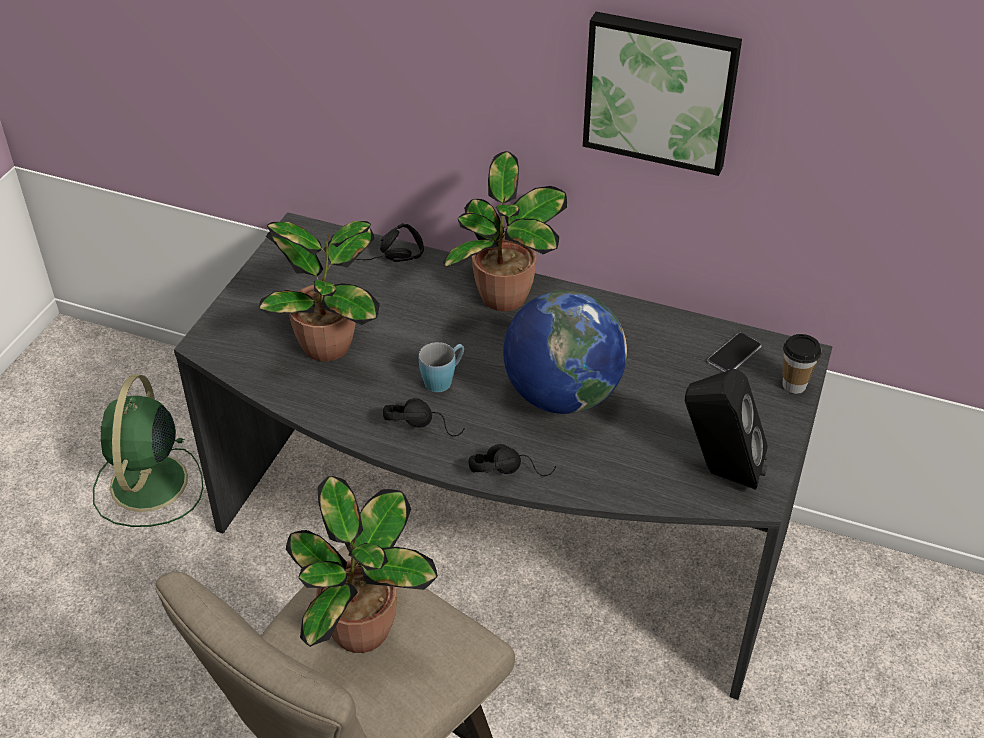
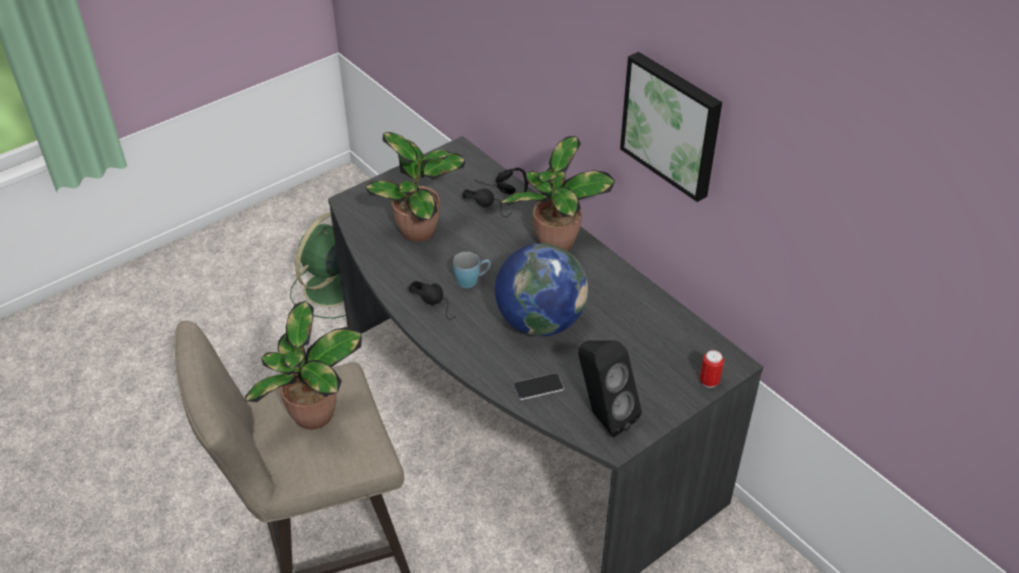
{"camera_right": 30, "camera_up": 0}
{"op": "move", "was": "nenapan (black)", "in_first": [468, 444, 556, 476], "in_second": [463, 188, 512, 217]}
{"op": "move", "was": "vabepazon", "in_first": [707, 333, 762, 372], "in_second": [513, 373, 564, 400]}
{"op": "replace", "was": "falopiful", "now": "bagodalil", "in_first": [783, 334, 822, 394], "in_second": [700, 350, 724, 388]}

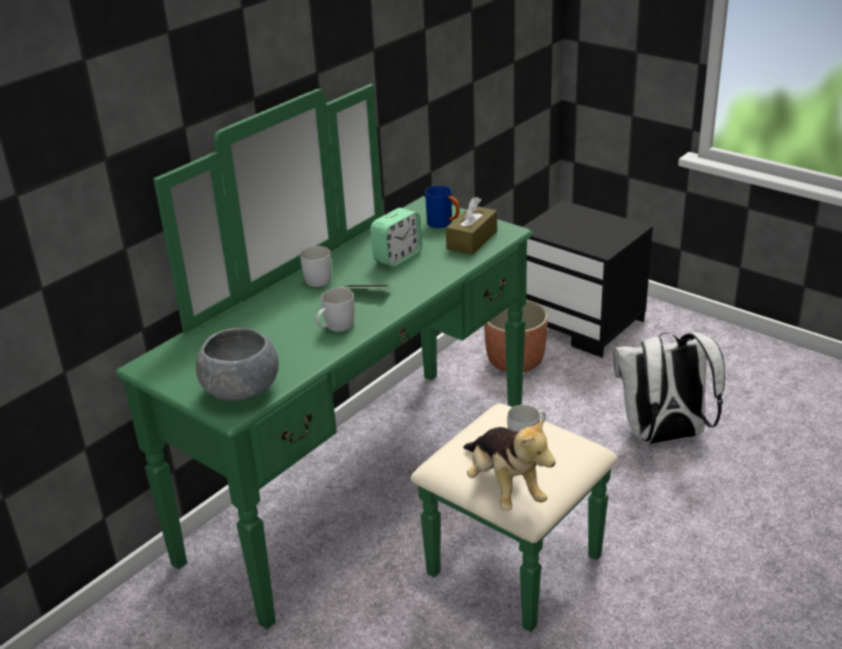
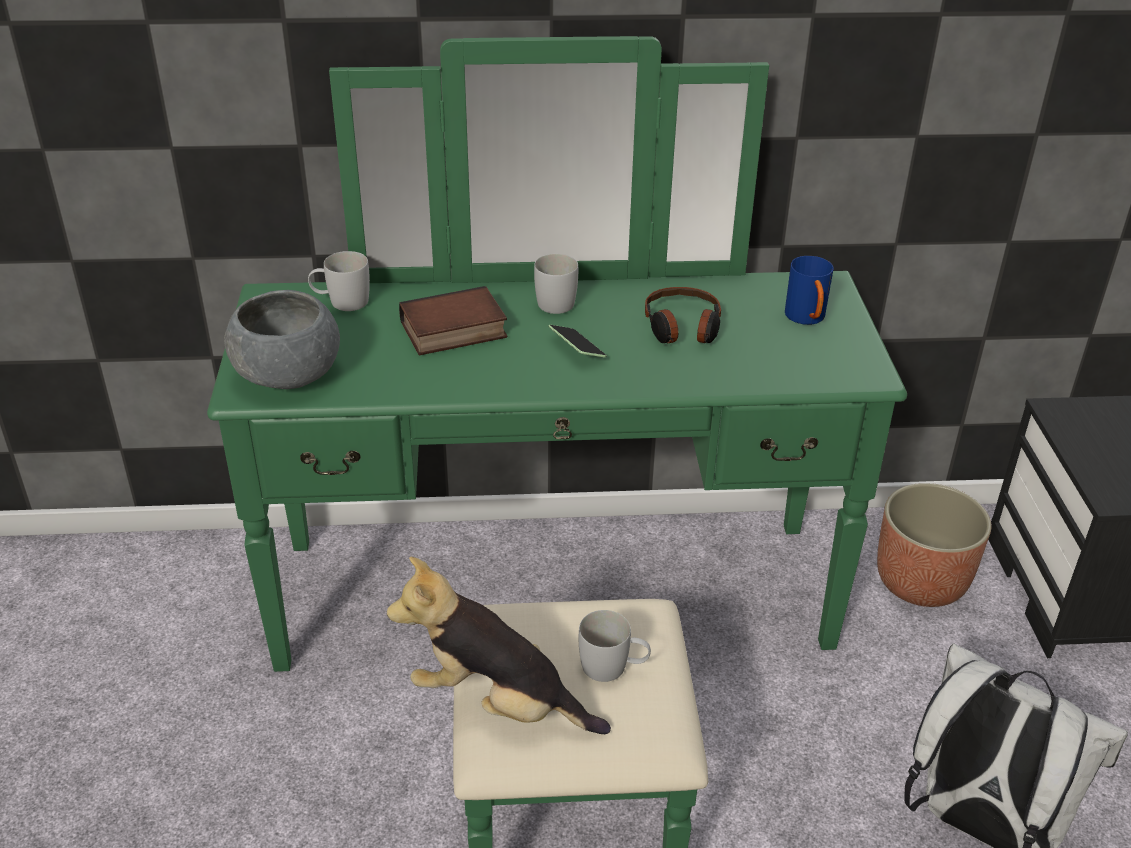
{"camera_right": 45, "camera_up": 5}
{"op": "move", "was": "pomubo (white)", "in_first": [316, 288, 355, 332], "in_second": [308, 251, 370, 311]}
{"op": "rotate", "was": "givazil", "in_first": [463, 416, 556, 511], "in_second": [387, 557, 611, 734], "clockwise": 90}
{"op": "insert", "now": "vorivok", "in_second": [399, 286, 507, 355]}
{"op": "replace", "was": "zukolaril", "now": "nenapan", "in_first": [370, 208, 422, 267], "in_second": [645, 287, 721, 343]}
{"op": "delete", "was": "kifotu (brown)", "in_first": [446, 197, 497, 255]}

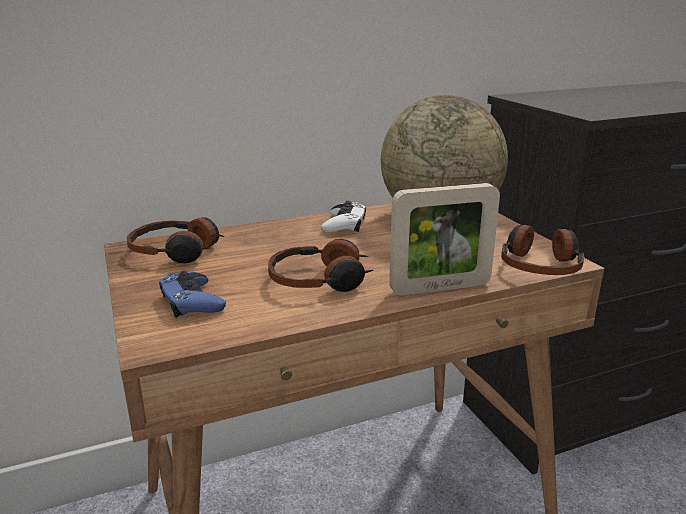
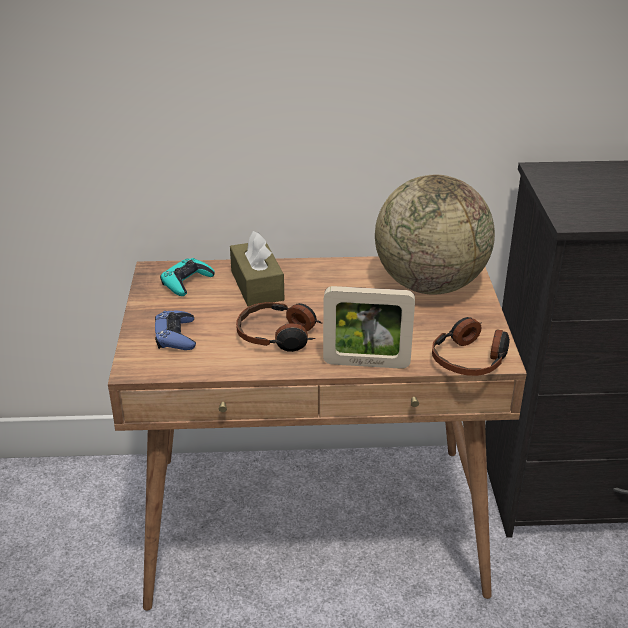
{"camera_right": 20, "camera_up": 10}
{"op": "replace", "was": "nenapan", "now": "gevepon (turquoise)", "in_first": [127, 217, 224, 263], "in_second": [160, 258, 215, 296]}
{"op": "insert", "now": "kifotu (brown)", "in_second": [230, 231, 284, 307]}
{"op": "delete", "was": "gevepon (white)", "in_first": [321, 201, 366, 232]}

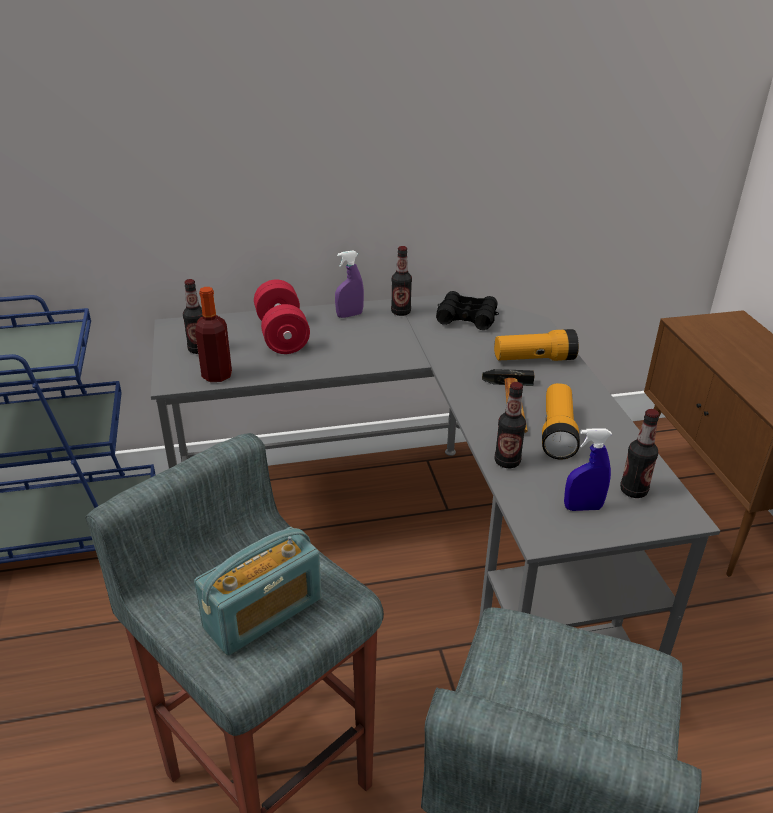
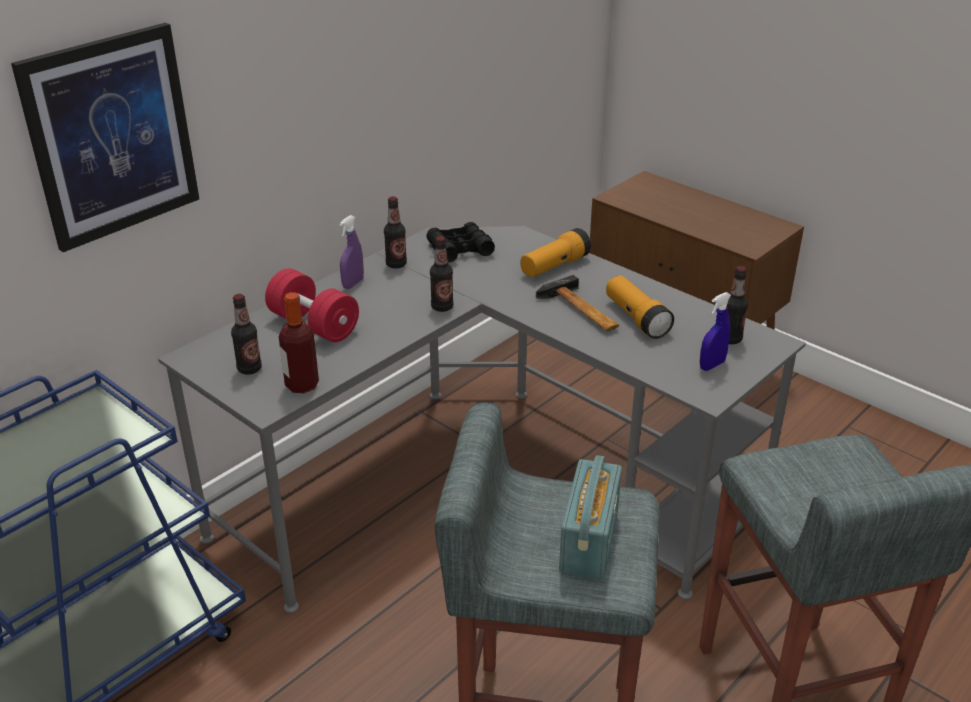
{"camera_right": -35, "camera_up": 0}
{"op": "insert", "now": "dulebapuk", "in_second": [11, 23, 199, 252]}
{"op": "move", "was": "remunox", "in_first": [494, 382, 526, 468], "in_second": [430, 236, 454, 312]}

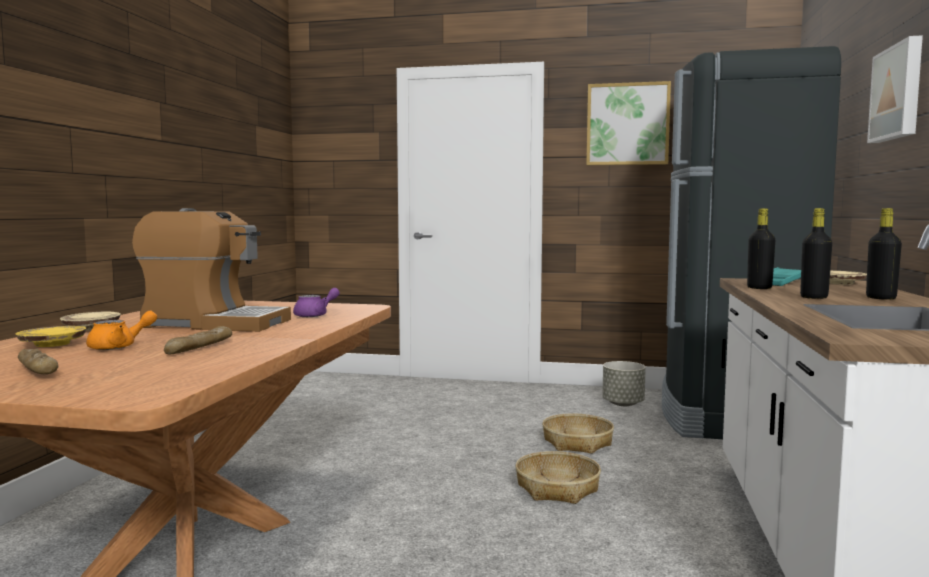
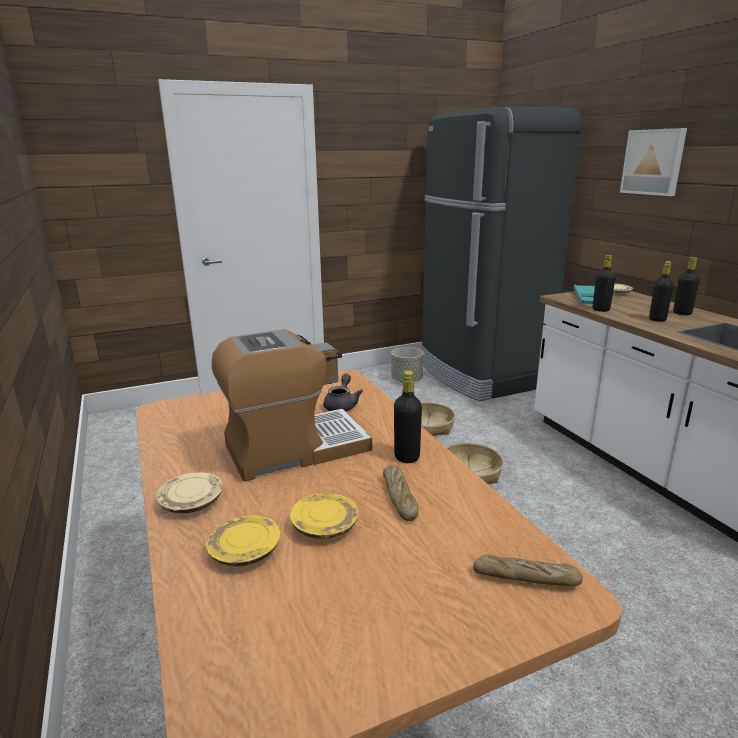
{"camera_right": -35, "camera_up": 15}
{"op": "replace", "was": "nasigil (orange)", "now": "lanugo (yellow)", "in_first": [86, 311, 157, 350], "in_second": [290, 493, 358, 539]}
{"op": "recolor", "was": "nasigil (purple)", "now": "nasigil (grey)", "in_first": [293, 288, 340, 317], "in_second": [323, 374, 363, 411]}
{"op": "insert", "now": "remunox (black)", "in_second": [394, 371, 422, 463]}
{"op": "move", "was": "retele", "in_first": [18, 348, 58, 374], "in_second": [473, 554, 583, 586]}
{"op": "delete", "was": "dulebapuk", "in_first": [586, 81, 671, 165]}

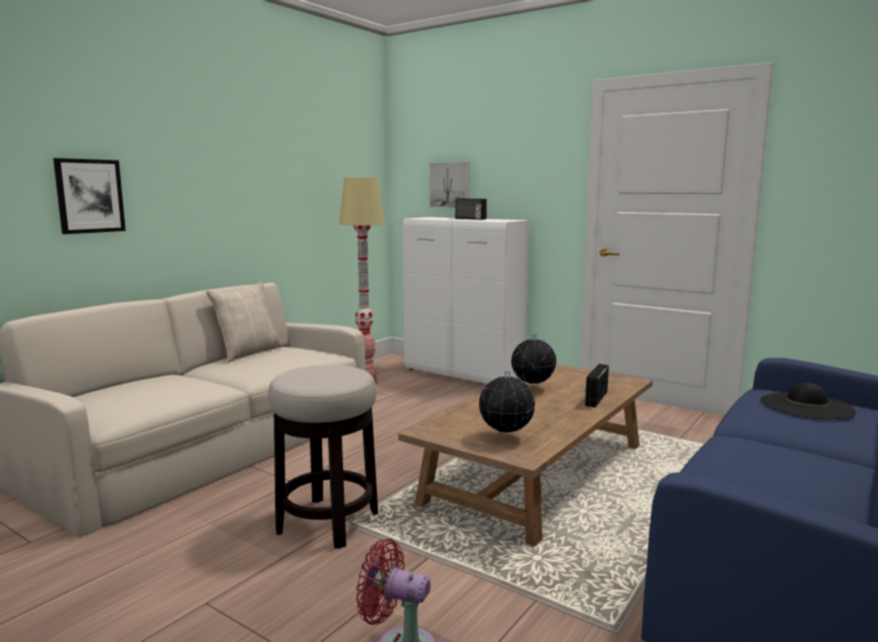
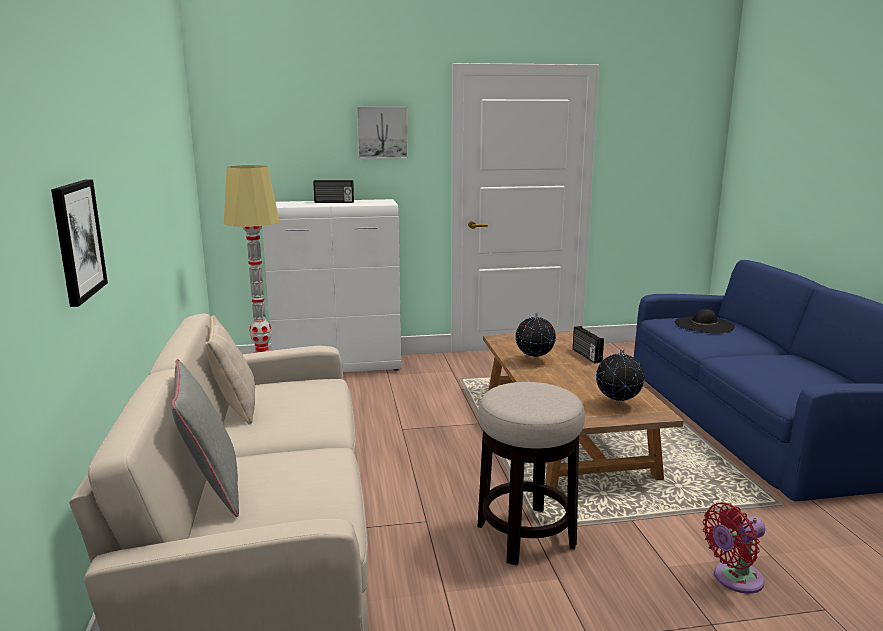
{"camera_right": -45, "camera_up": 5}
{"op": "insert", "now": "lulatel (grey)", "in_second": [172, 359, 239, 517]}
{"op": "move", "was": "dulebapuk", "in_first": [429, 162, 469, 209], "in_second": [356, 106, 408, 159]}

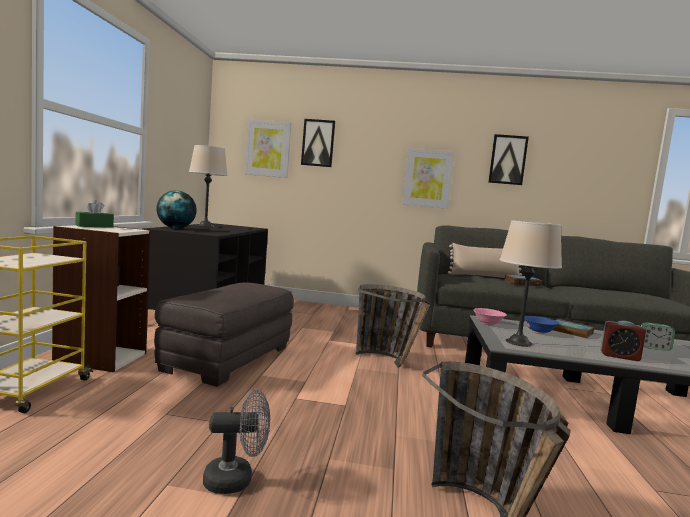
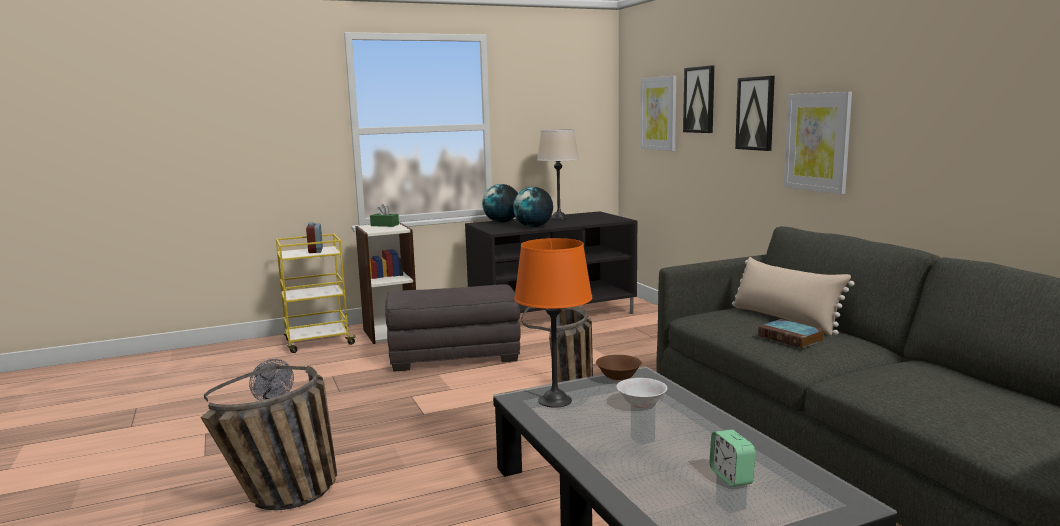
{"camera_right": 60, "camera_up": 5}
{"op": "move", "was": "zukolaril", "in_first": [601, 321, 646, 361], "in_second": [306, 222, 323, 253]}
{"op": "insert", "now": "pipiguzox", "in_second": [513, 187, 553, 227]}
{"op": "recolor", "was": "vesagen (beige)", "now": "vesagen (orange)", "in_first": [500, 220, 562, 347], "in_second": [514, 238, 592, 408]}
{"op": "recolor", "was": "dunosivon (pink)", "now": "dunosivon (brown)", "in_first": [473, 308, 507, 325], "in_second": [596, 355, 642, 382]}
{"op": "recolor", "was": "dunosivon (blue)", "now": "dunosivon (white)", "in_first": [524, 316, 559, 334], "in_second": [617, 378, 668, 408]}
{"op": "move", "was": "dulebapuk", "in_first": [488, 134, 529, 185], "in_second": [735, 76, 775, 151]}
{"op": "delete", "was": "vorivok", "in_first": [553, 319, 594, 338]}

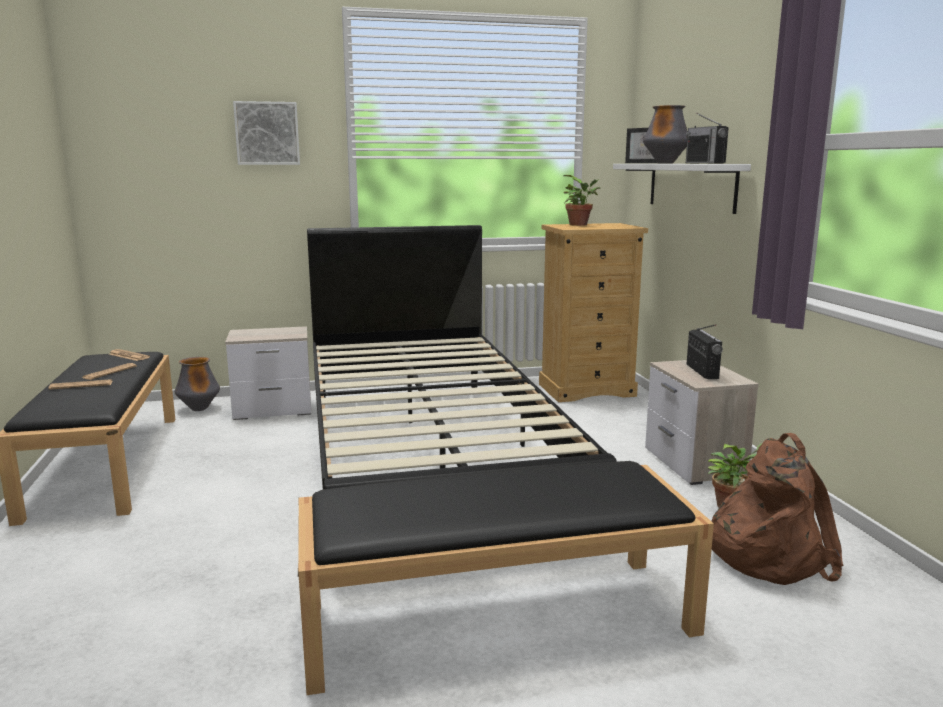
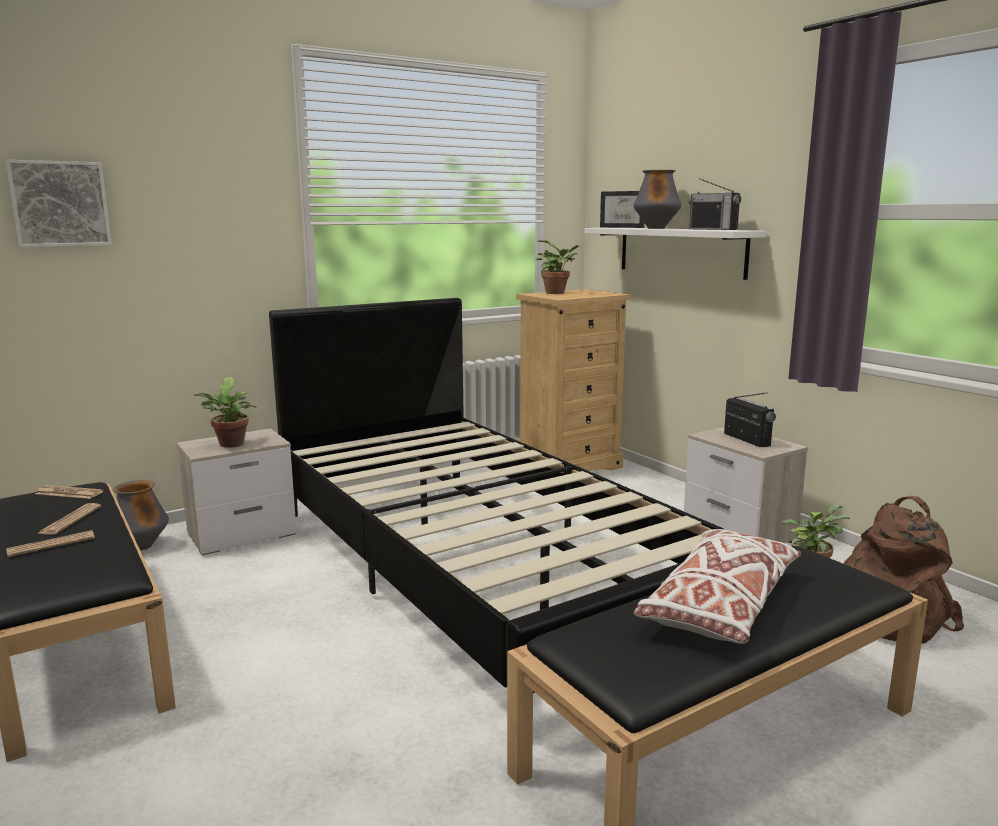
{"camera_right": -20, "camera_up": 0}
{"op": "move", "was": "dulebapuk", "in_first": [233, 101, 300, 165], "in_second": [6, 160, 112, 247]}
{"op": "insert", "now": "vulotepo", "in_second": [194, 377, 256, 448]}
{"op": "insert", "now": "lulatel (white)", "in_second": [633, 529, 801, 644]}

